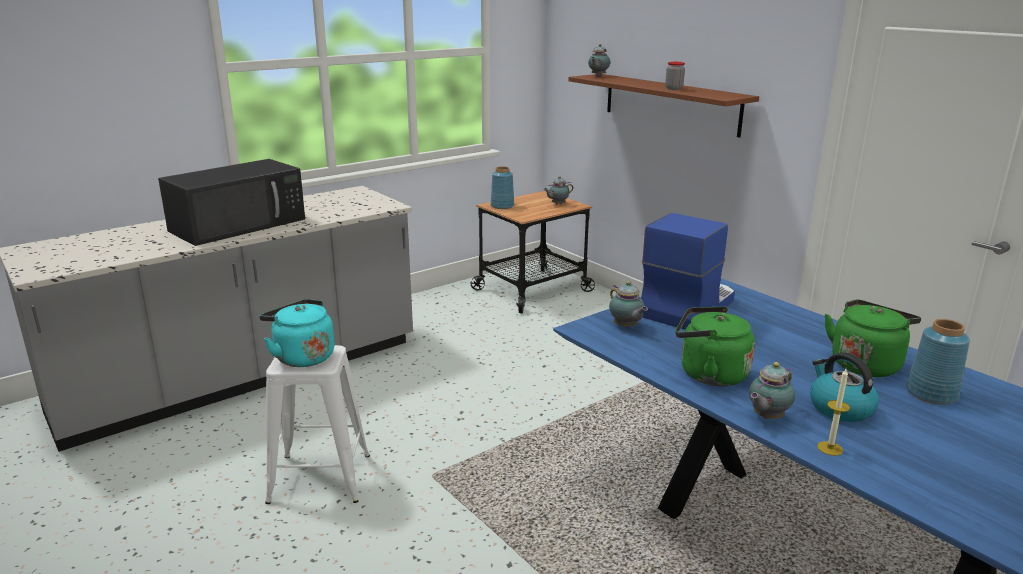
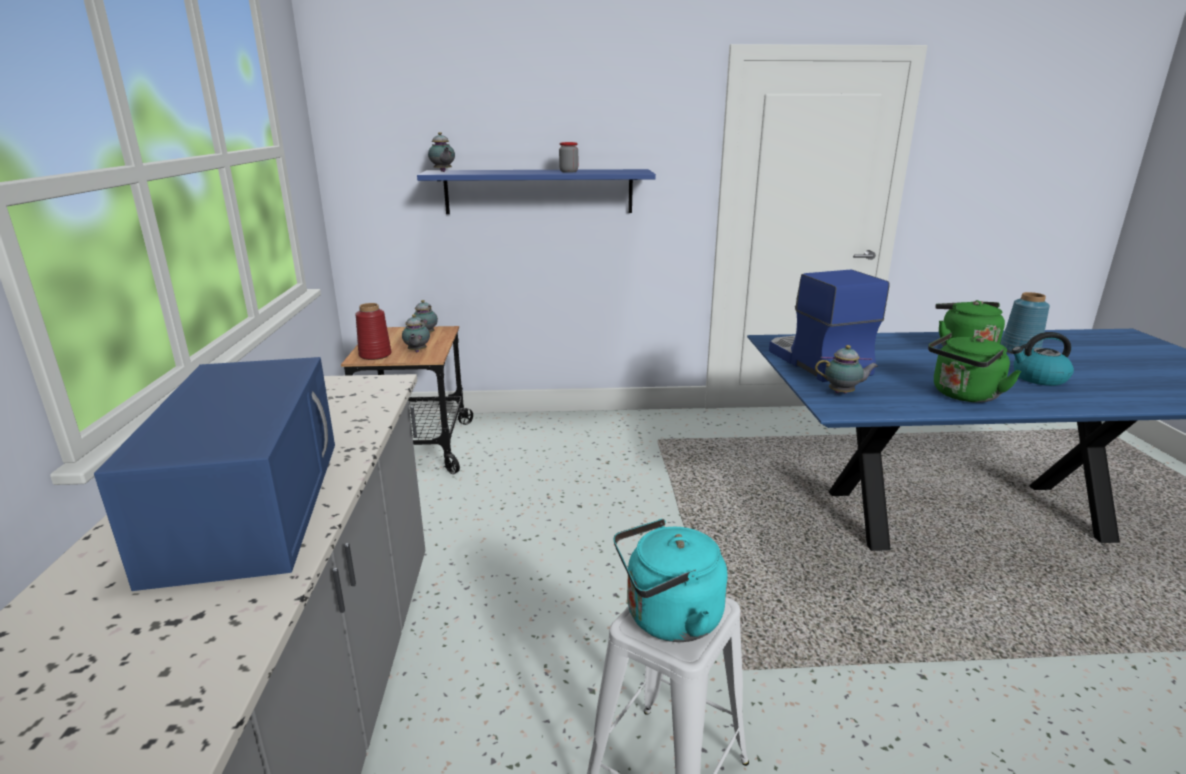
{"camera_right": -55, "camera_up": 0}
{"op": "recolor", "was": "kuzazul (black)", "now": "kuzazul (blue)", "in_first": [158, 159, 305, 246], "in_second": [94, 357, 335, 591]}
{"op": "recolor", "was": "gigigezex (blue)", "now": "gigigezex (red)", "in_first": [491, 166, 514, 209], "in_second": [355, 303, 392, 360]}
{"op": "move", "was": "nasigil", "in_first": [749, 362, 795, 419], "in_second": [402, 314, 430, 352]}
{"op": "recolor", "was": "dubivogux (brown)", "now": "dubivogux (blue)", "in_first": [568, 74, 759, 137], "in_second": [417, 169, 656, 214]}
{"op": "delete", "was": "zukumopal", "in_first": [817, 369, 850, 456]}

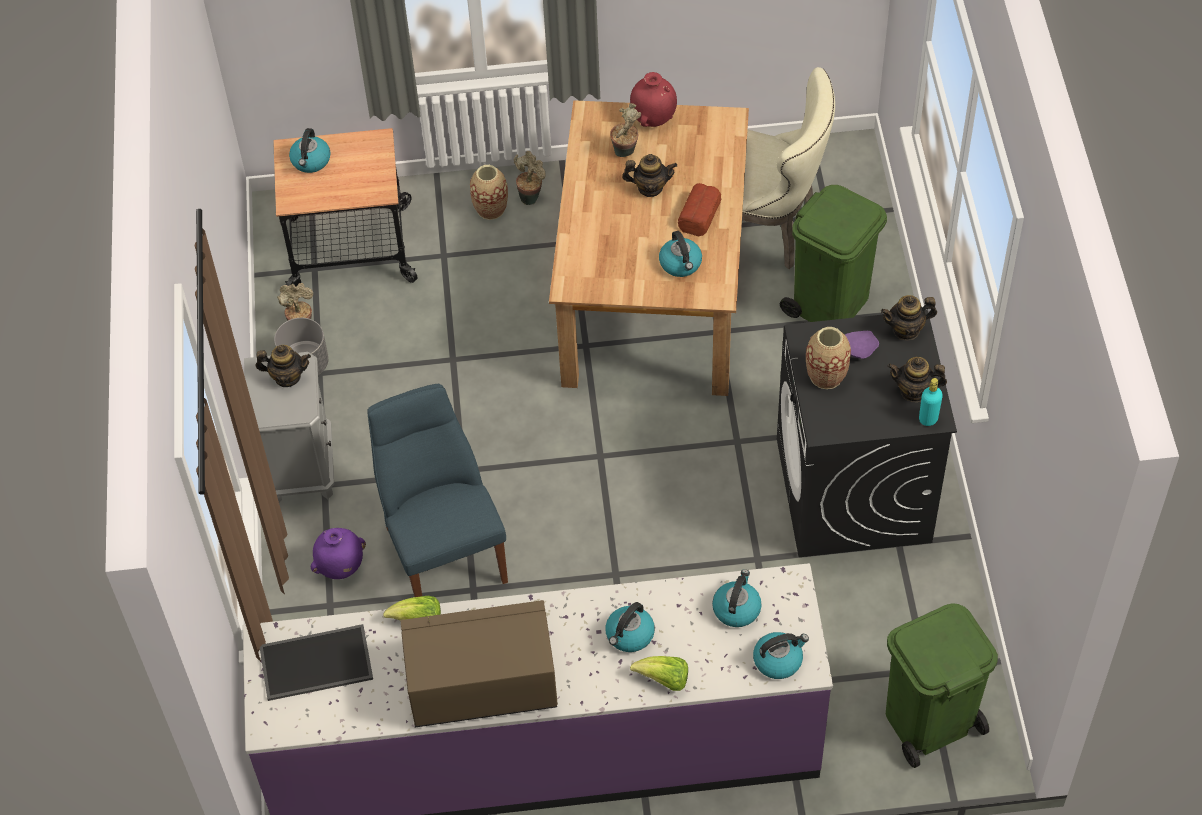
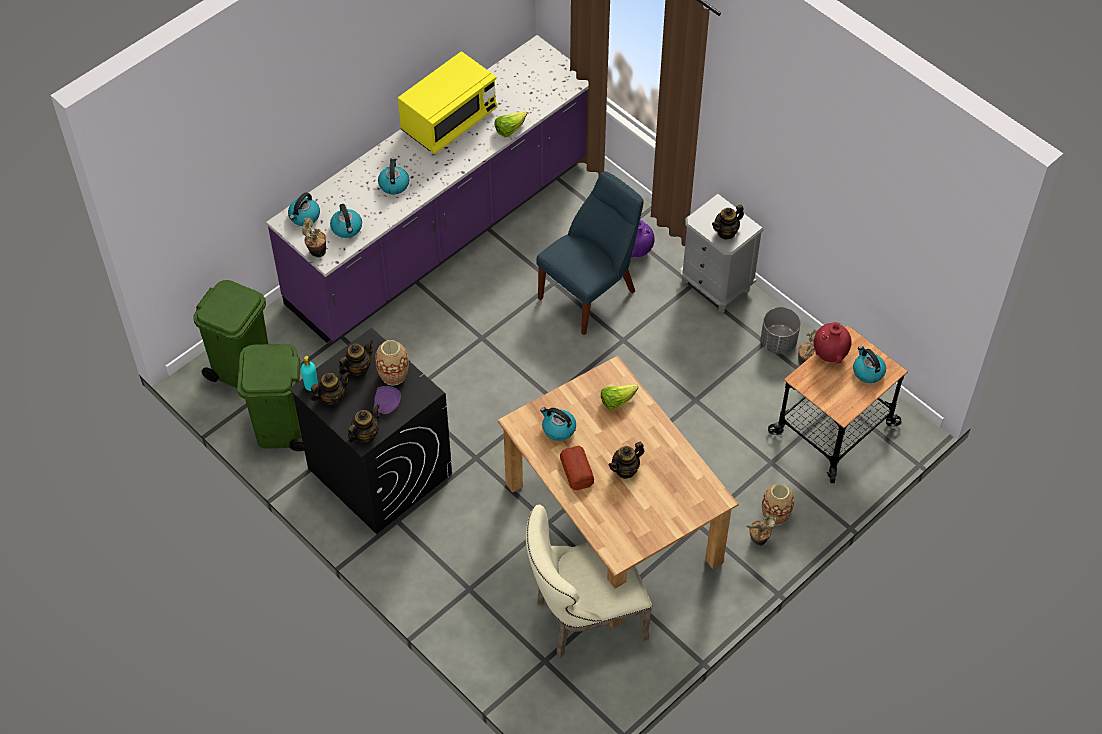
{"camera_right": 140, "camera_up": 0}
{"op": "move", "was": "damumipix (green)", "in_first": [780, 185, 887, 322], "in_second": [237, 344, 304, 451]}
{"op": "move", "was": "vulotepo", "in_first": [610, 103, 641, 157], "in_second": [302, 218, 326, 257]}
{"op": "insert", "now": "nasigil", "in_second": [339, 340, 374, 376]}
{"op": "recolor", "was": "kuzazul (brown)", "now": "kuzazul (yellow)", "in_first": [400, 600, 558, 727], "in_second": [398, 51, 498, 154]}
{"op": "rotate", "was": "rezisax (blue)", "in_first": [367, 384, 508, 597], "in_second": [536, 171, 643, 335], "clockwise": -75}
{"op": "move", "was": "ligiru", "in_first": [630, 656, 688, 691], "in_second": [601, 384, 638, 410]}
{"op": "move", "was": "gigigezex (red)", "in_first": [630, 72, 677, 127], "in_second": [814, 322, 852, 364]}
{"op": "delete", "was": "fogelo", "in_first": [260, 624, 373, 701]}

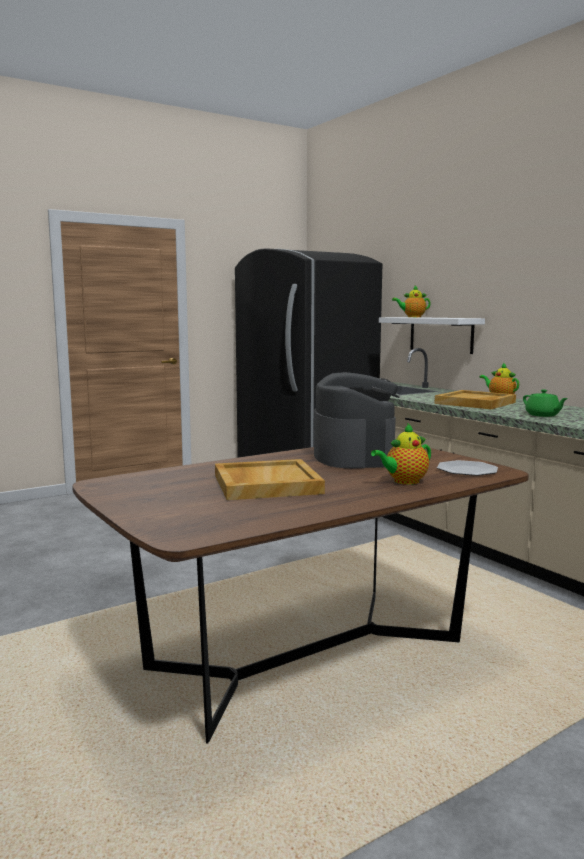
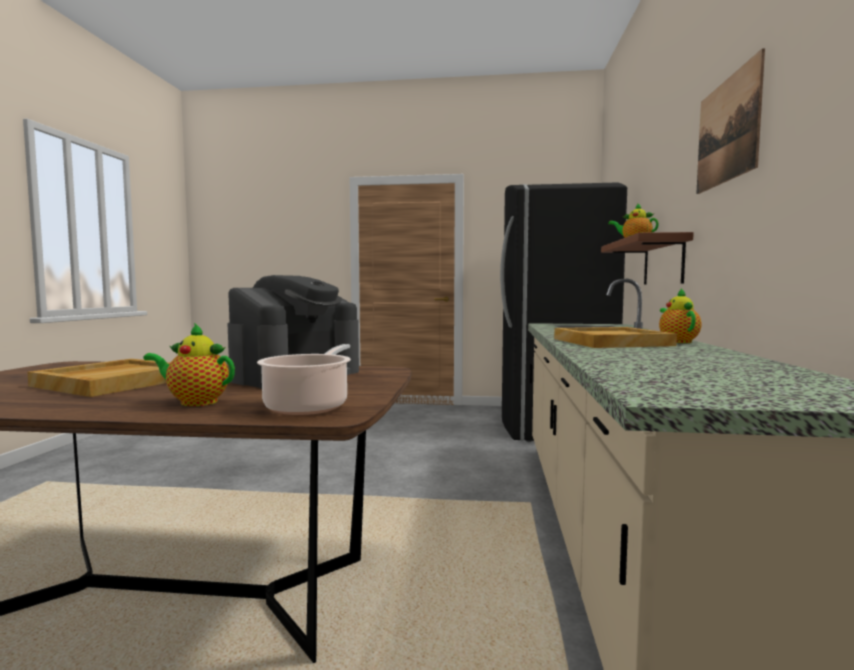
{"camera_right": 40, "camera_up": -5}
{"op": "replace", "was": "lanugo", "now": "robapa", "in_first": [437, 460, 498, 476], "in_second": [257, 344, 351, 415]}
{"op": "recolor", "was": "dubivogux (white)", "now": "dubivogux (brown)", "in_first": [379, 317, 485, 354], "in_second": [601, 232, 694, 284]}
{"op": "insert", "now": "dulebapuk", "in_second": [696, 48, 765, 194]}
{"op": "delete", "was": "nasigil (green)", "in_first": [523, 390, 568, 417]}

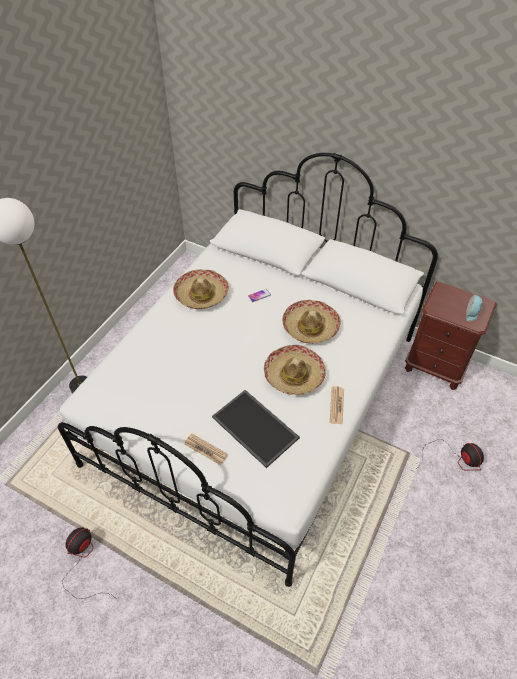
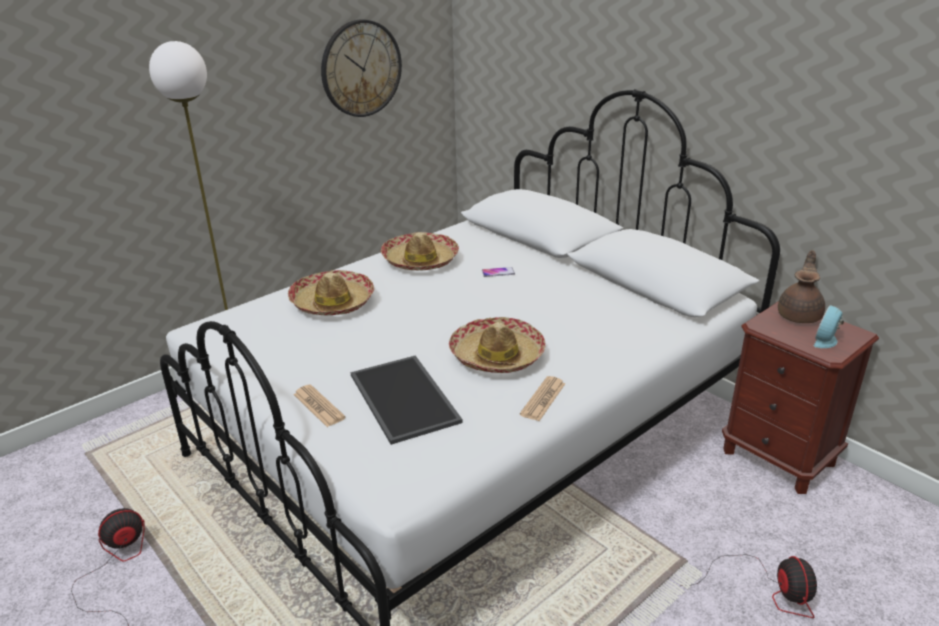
{"camera_right": 20, "camera_up": -20}
{"op": "move", "was": "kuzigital", "in_first": [282, 300, 341, 344], "in_second": [288, 270, 374, 315]}
{"op": "insert", "now": "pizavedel", "in_second": [321, 19, 402, 117]}
{"op": "insert", "now": "nasigil (brown)", "in_second": [778, 250, 825, 323]}

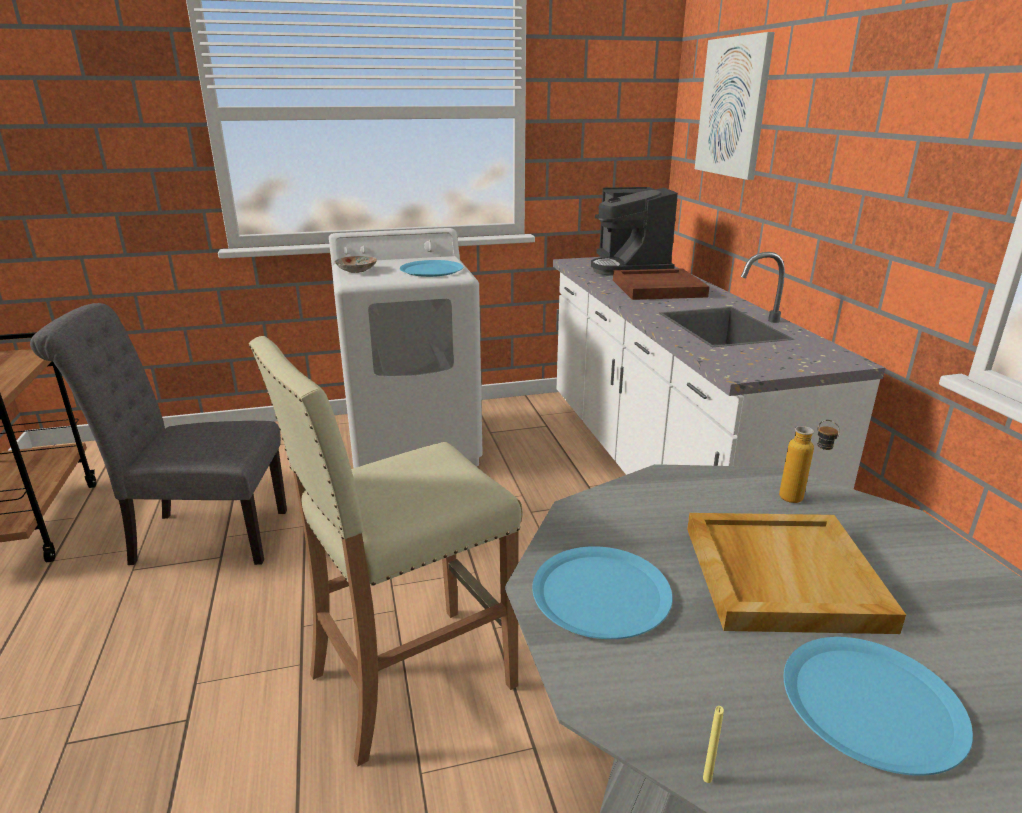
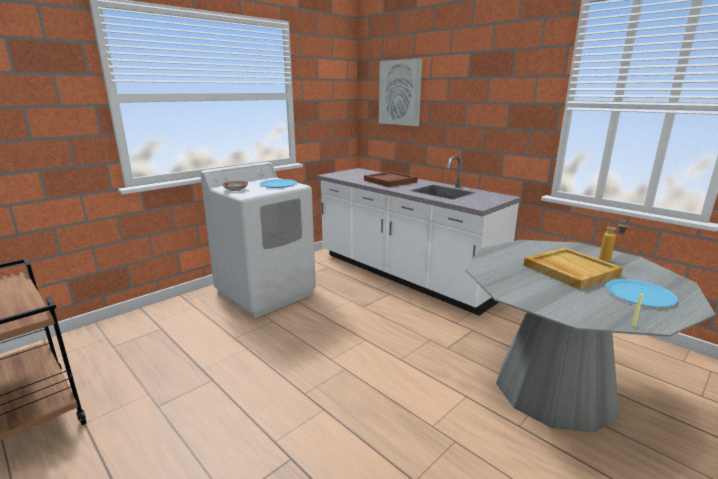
{"camera_right": -30, "camera_up": -5}
{"op": "move", "was": "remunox", "in_first": [779, 420, 840, 503], "in_second": [599, 221, 628, 262]}
{"op": "delete", "was": "rezisax (grey)", "in_first": [30, 303, 287, 565]}
{"op": "delete", "was": "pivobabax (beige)", "in_first": [249, 336, 523, 767]}
{"op": "delete", "was": "lanugo (blue)", "in_first": [532, 546, 673, 639]}
{"op": "delete", "was": "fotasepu", "in_first": [591, 187, 678, 275]}

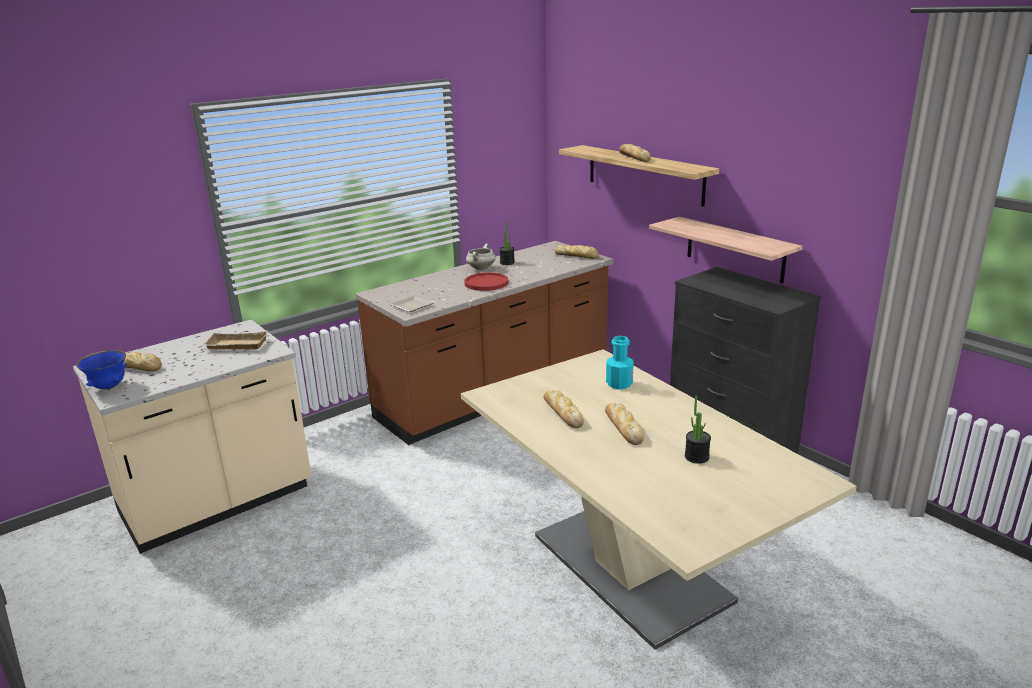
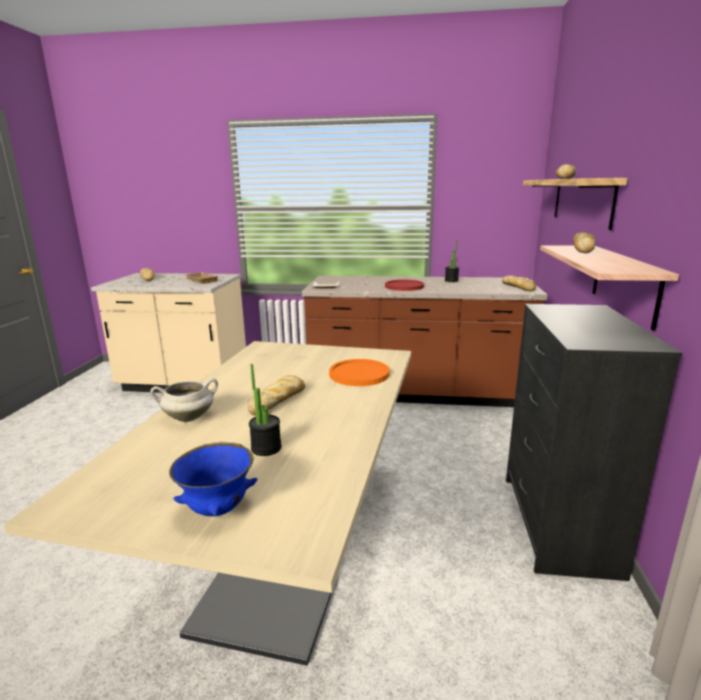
{"camera_right": 45, "camera_up": -5}
{"op": "move", "was": "robapa (white)", "in_first": [466, 244, 496, 270], "in_second": [150, 378, 218, 422]}
{"op": "move", "was": "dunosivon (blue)", "in_first": [76, 350, 127, 389], "in_second": [169, 442, 257, 516]}
{"op": "replace", "was": "remunox (turquoise)", "now": "lanugo (orange)", "in_first": [606, 336, 634, 389], "in_second": [329, 359, 390, 386]}
{"op": "move", "was": "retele", "in_first": [543, 390, 584, 428], "in_second": [573, 232, 595, 253]}

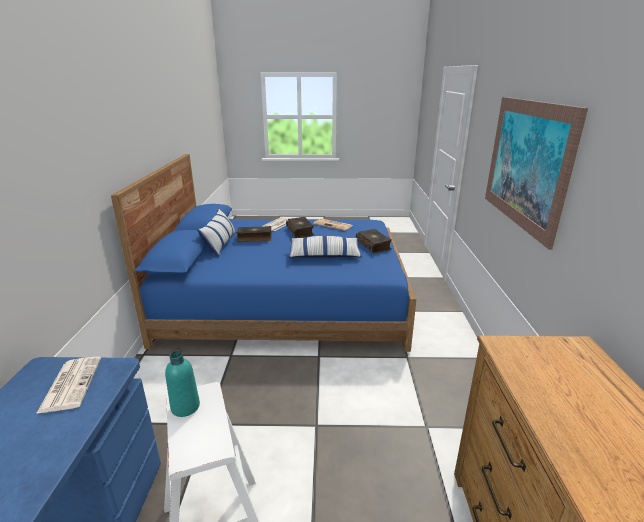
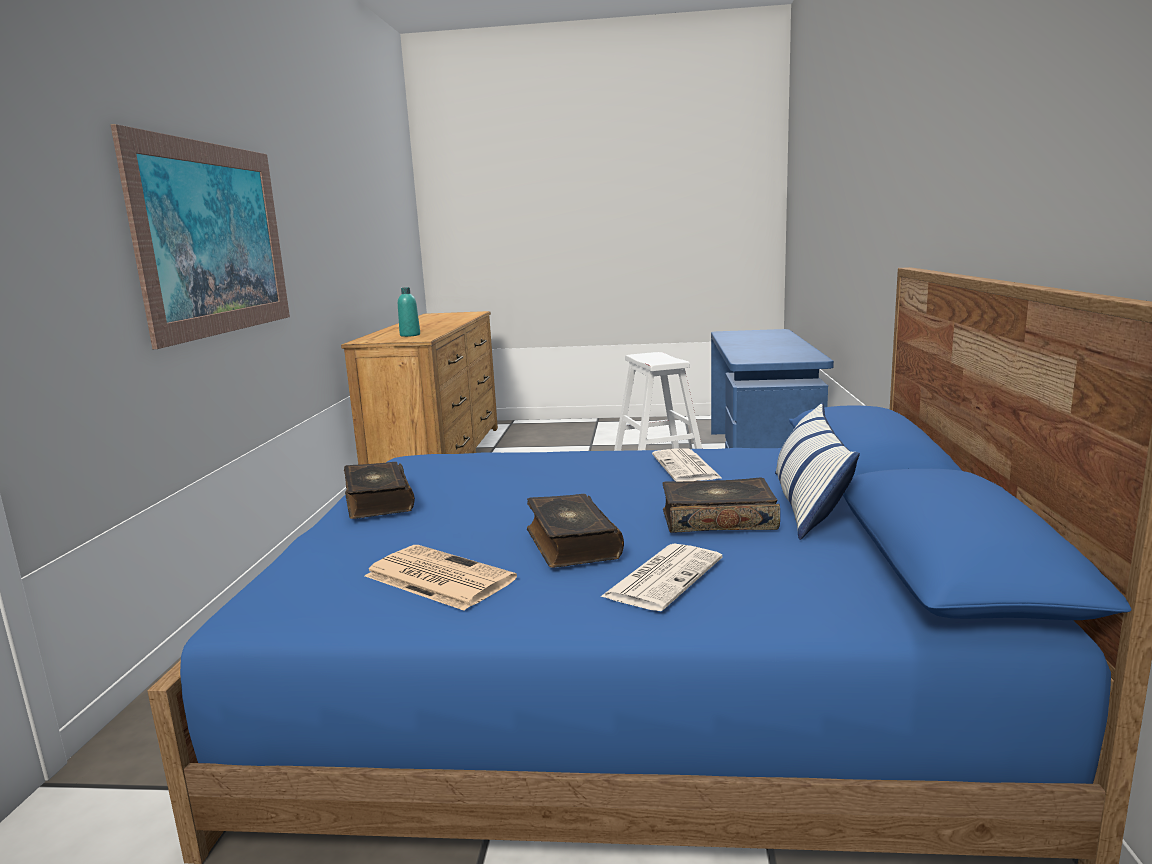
{"camera_right": -175, "camera_up": -10}
{"op": "move", "was": "remunox (turquoise)", "in_first": [165, 351, 200, 417], "in_second": [398, 287, 420, 337]}
{"op": "move", "was": "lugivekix", "in_first": [36, 357, 101, 414], "in_second": [652, 448, 723, 482]}
{"op": "delete", "was": "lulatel", "in_first": [289, 236, 362, 258]}

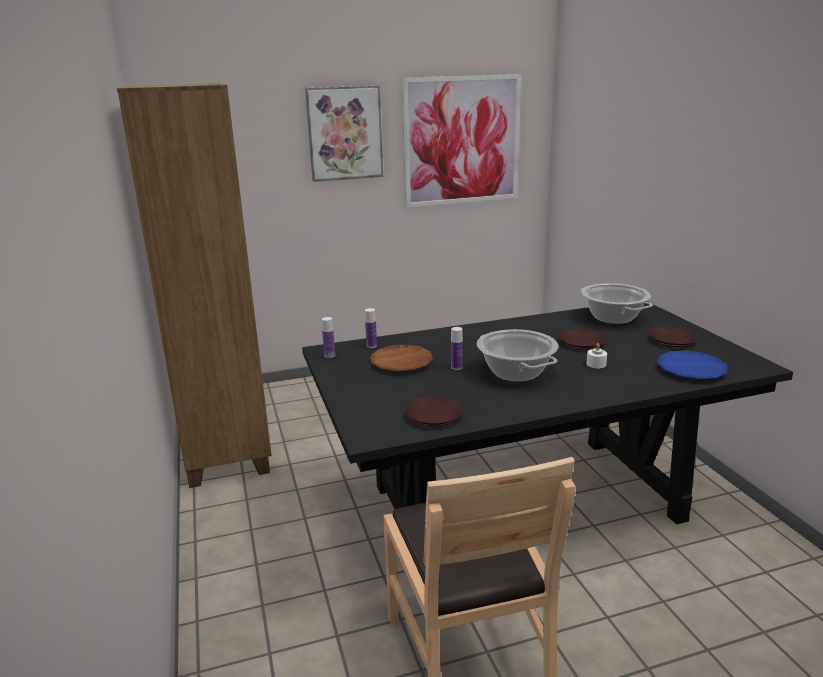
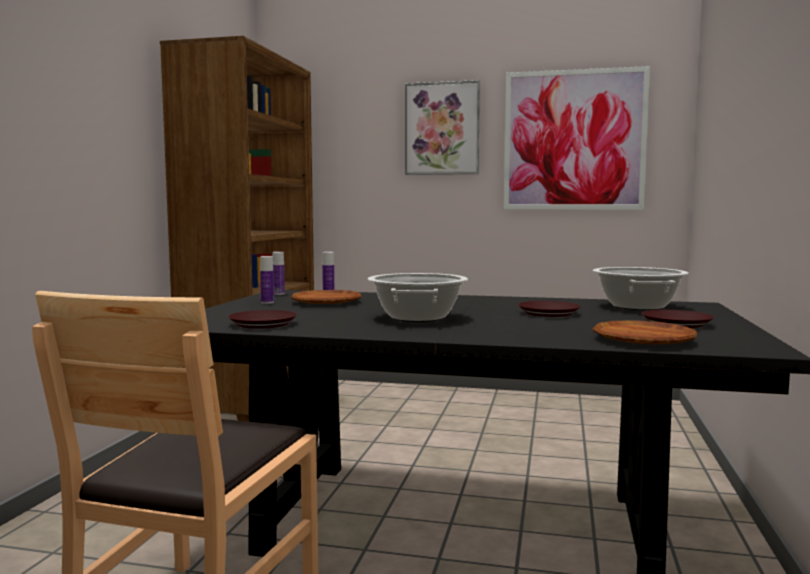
{"camera_right": 30, "camera_up": -15}
{"op": "move", "was": "remunox", "in_first": [451, 327, 463, 370], "in_second": [260, 256, 274, 304]}
{"op": "recolor", "was": "lanugo (blue)", "now": "lanugo (brown)", "in_first": [657, 350, 728, 380], "in_second": [593, 320, 697, 344]}
{"op": "delete", "was": "zukumopal (white)", "in_first": [586, 343, 607, 368]}

